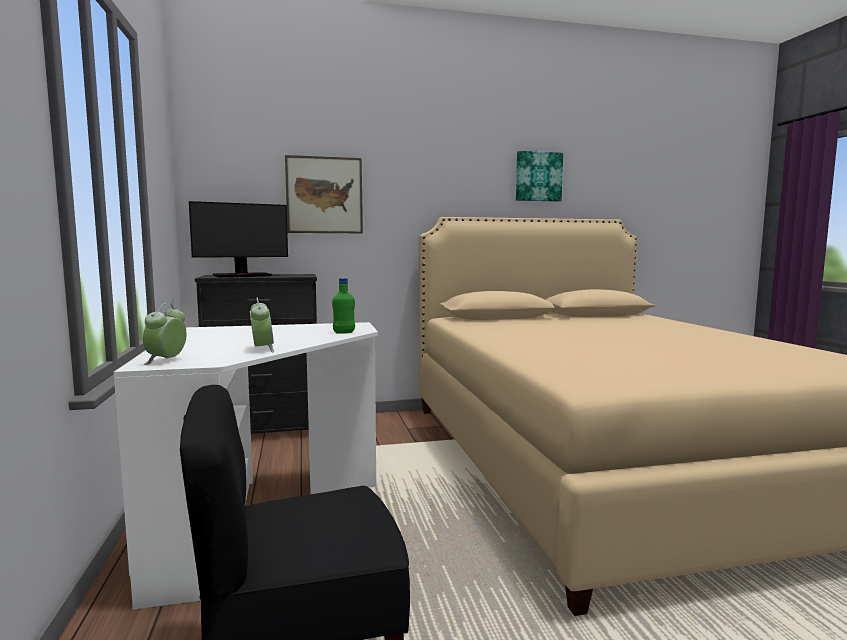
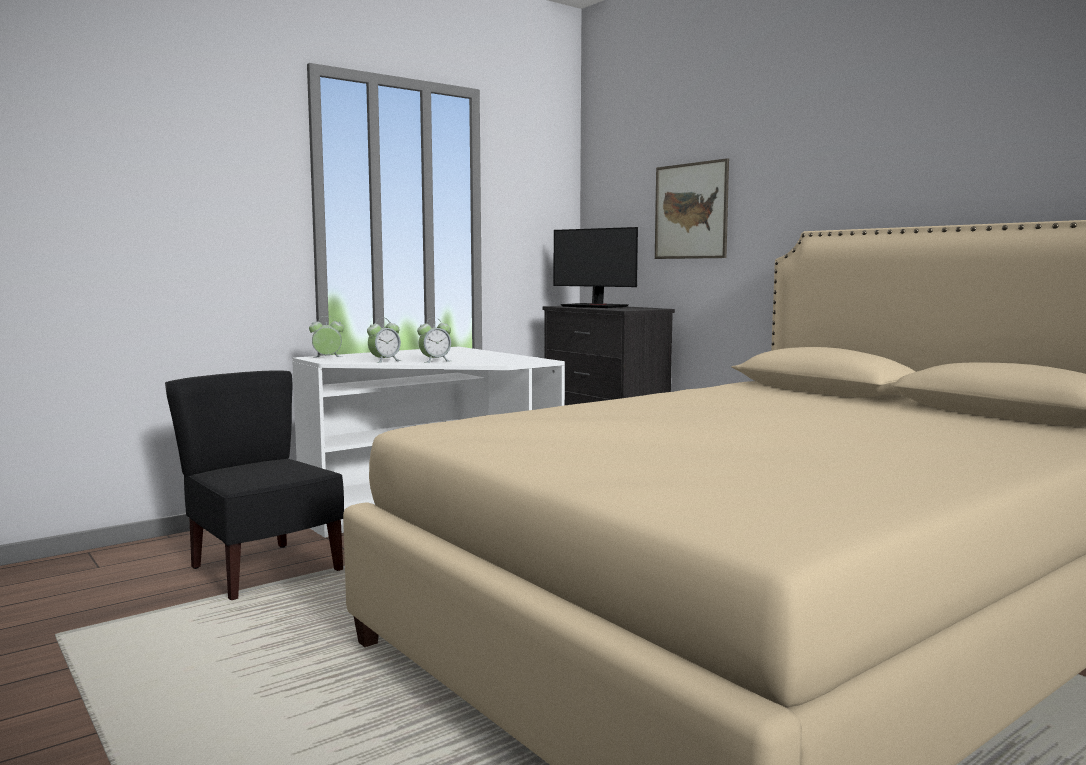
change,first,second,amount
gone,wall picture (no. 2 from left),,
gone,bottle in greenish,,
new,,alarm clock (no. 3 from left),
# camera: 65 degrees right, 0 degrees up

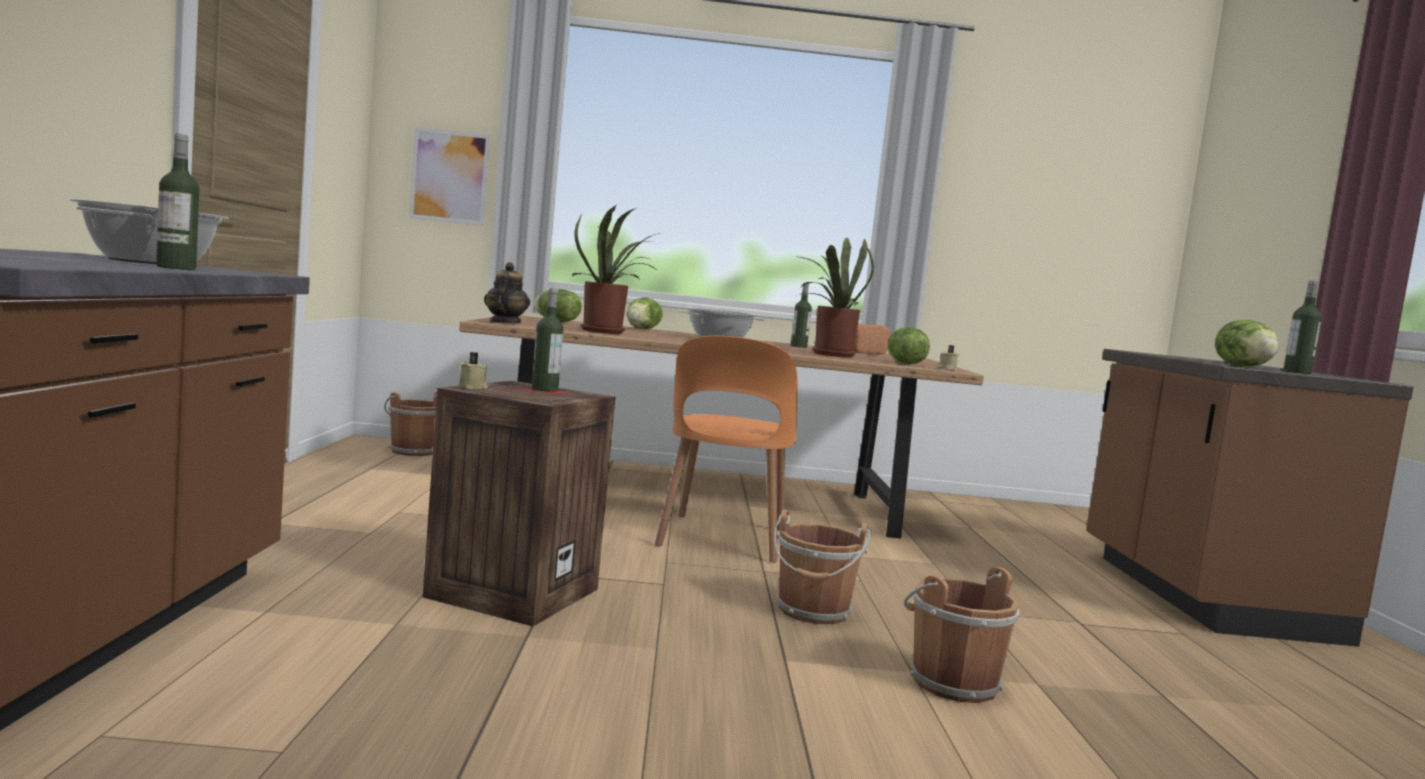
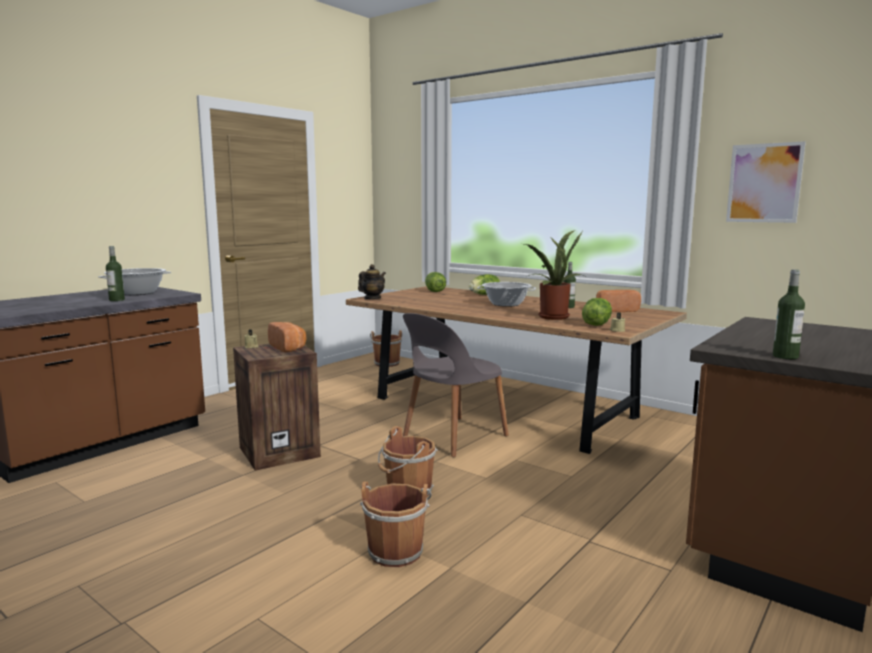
change,first,second,amount
shifted,wall picture,,
gone,potted plant (no. 1 from left),,
swapped,bottle (no. 2 from left),bakery bread (no. 1 from left),
gone,lettuce (no. 4 from left),,
repainted,upright chair in orange-coloured,upright chair in greyish,
# camera: 40 degrees right, 5 degrees up

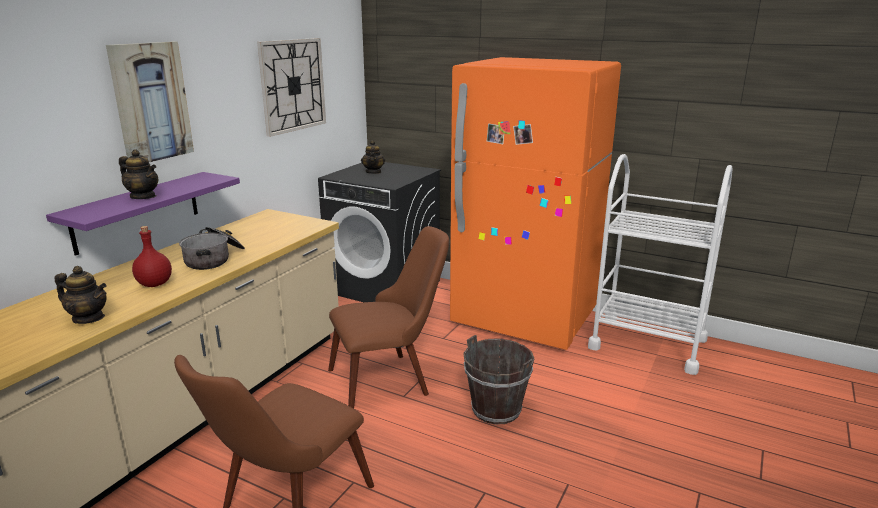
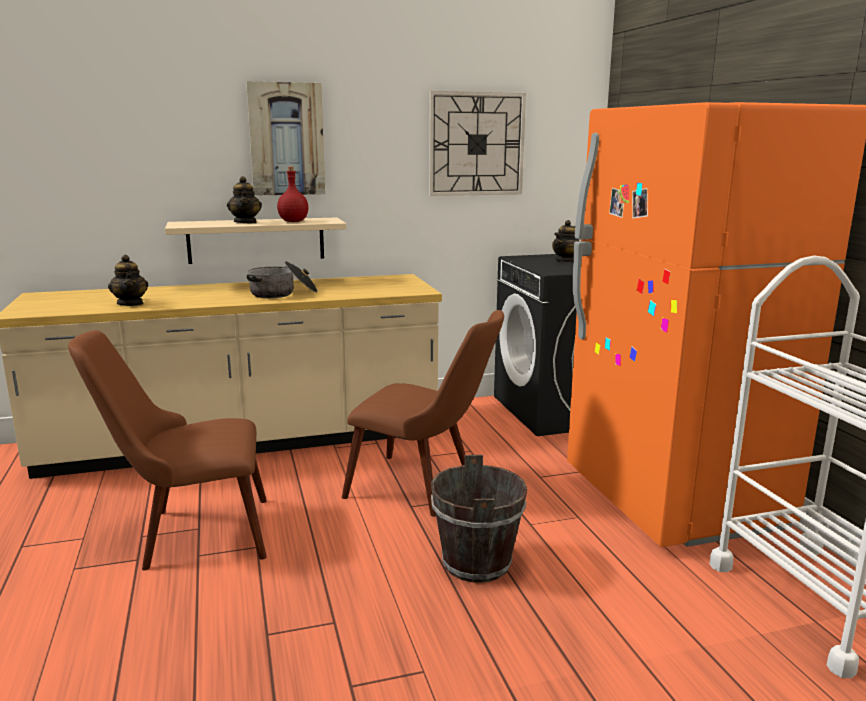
change,first,second,amount
repainted,bracket shelf in purple-coloured,bracket shelf in beige,
shifted,bottle in reddish,,
# camera: 45 degrees right, 5 degrees down

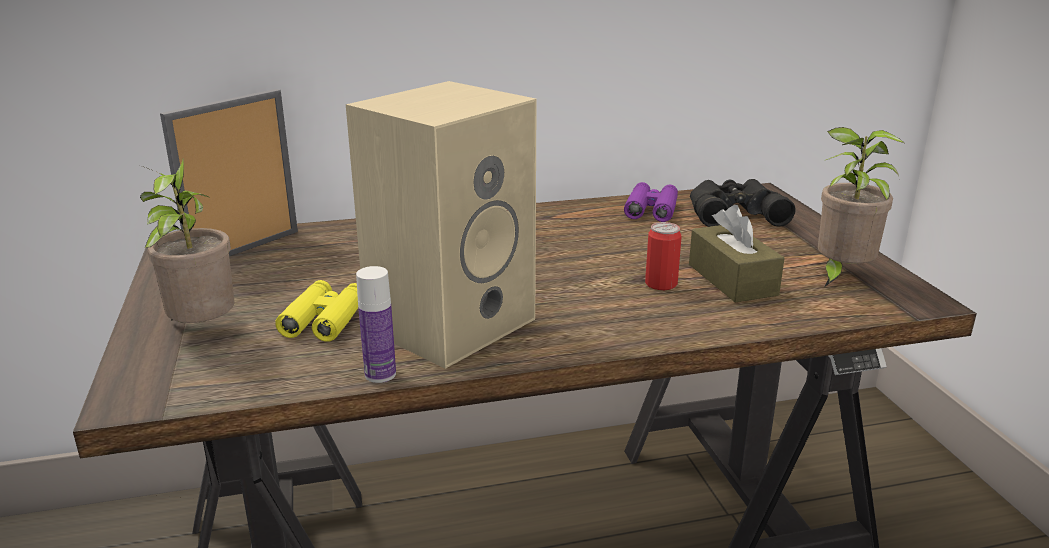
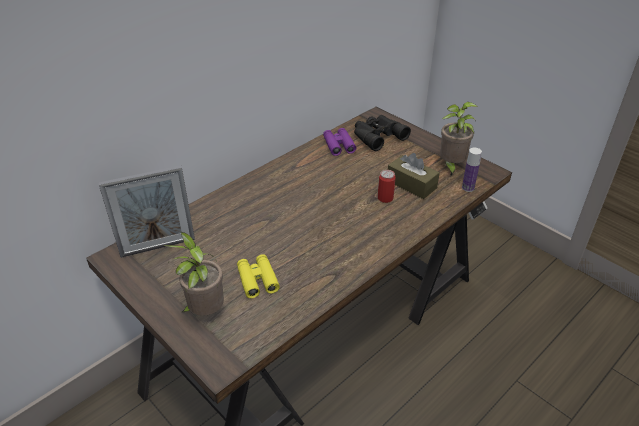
change,first,second,amount
gone,audio speaker in beige,,
rotated,photo frame,,120 degrees counterclockwise
shifted,bottle,,
# camera: 30 degrees left, 15 degrees up

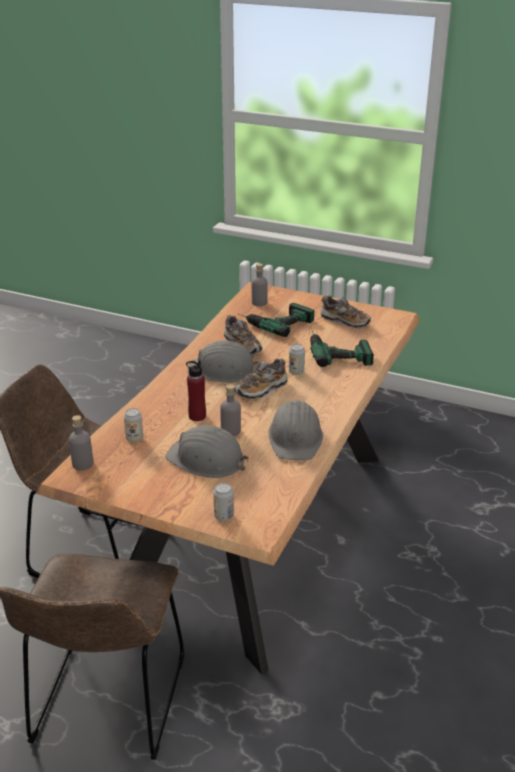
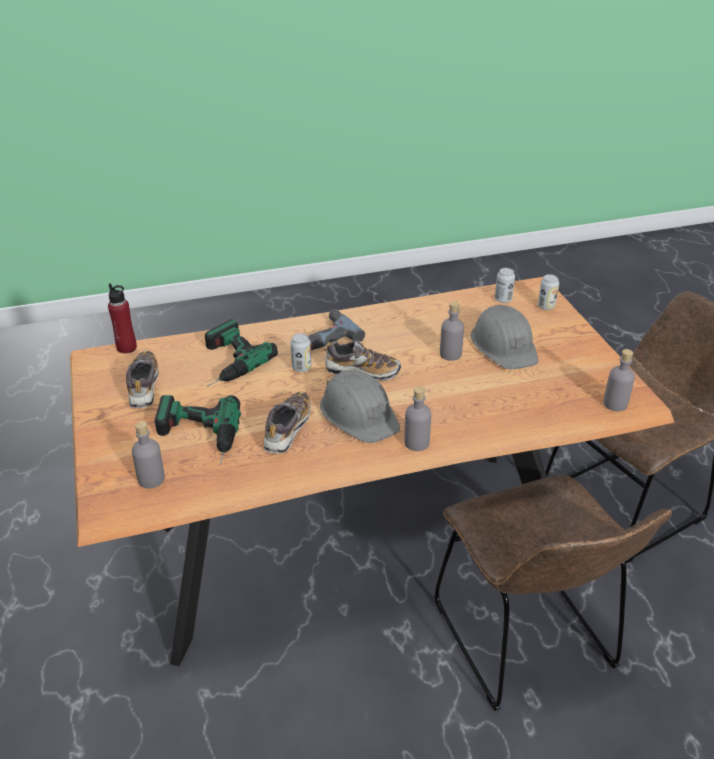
change,first,second,amount
shifted,bottle in reddish,,
gone,hard hat in greyish (no. 3 from left),,
shifted,metal can (no. 1 from left in the first image),metal can (no. 2 from left),
new,,drill (no. 3 from left),
new,,bottle in greyish (no. 2 from left),
# camera: 130 degrees left, 5 degrees up

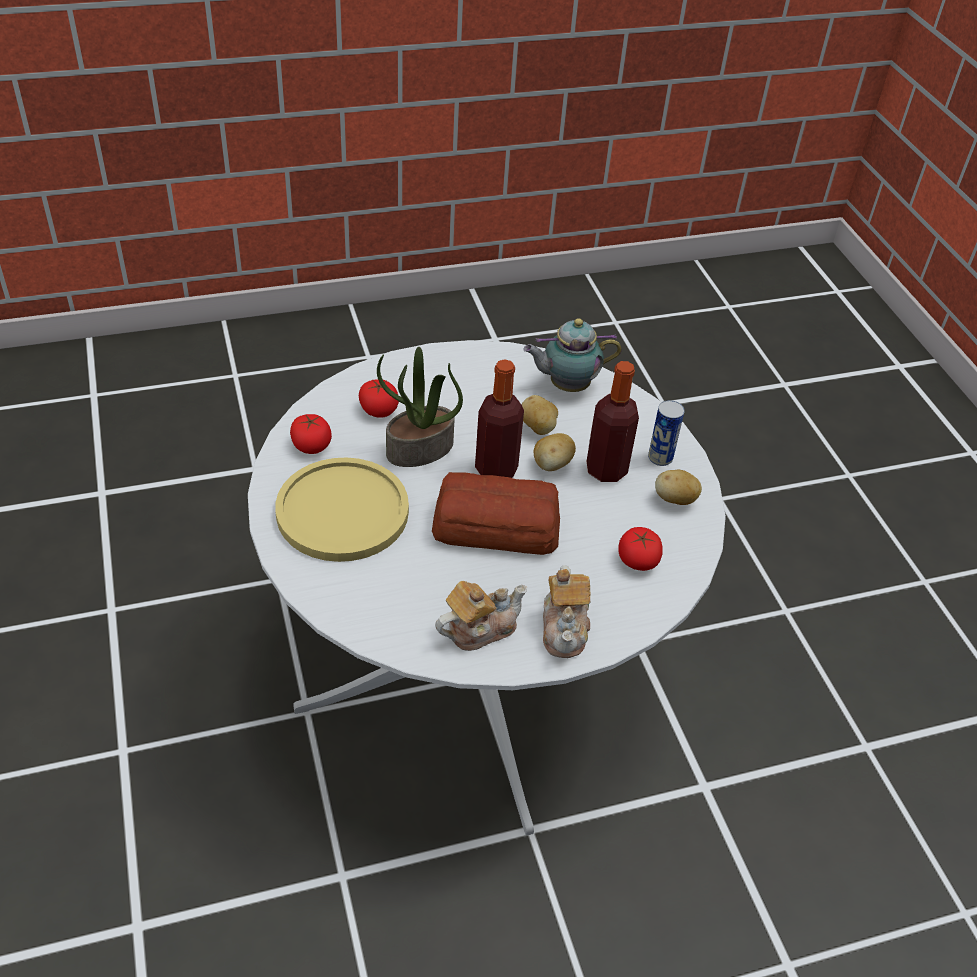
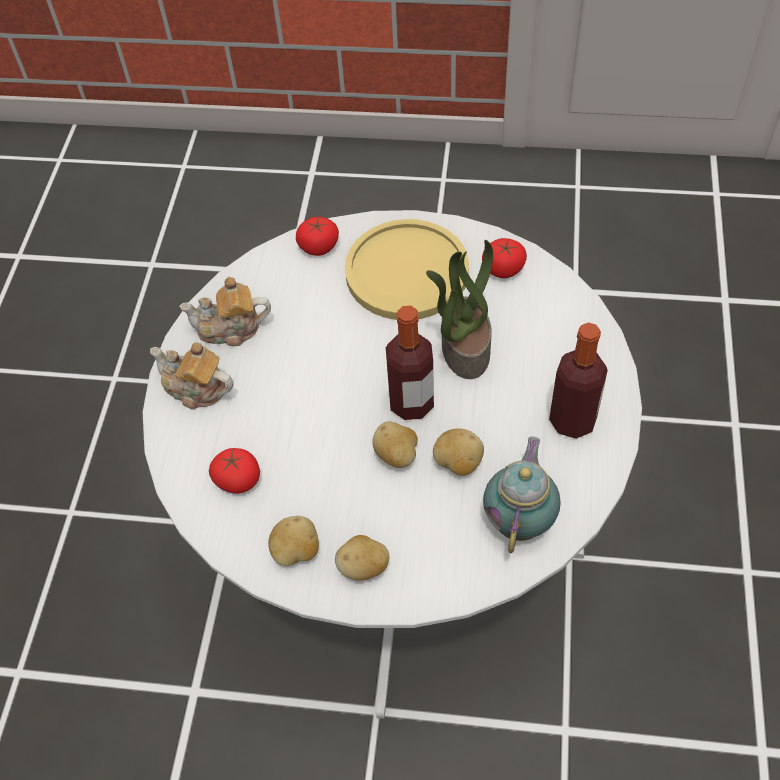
change,first,second,amount
shifted,bottle (no. 2 from left),,
shifted,whole tomato (no. 2 from left),,
swapped,metal can,whole potato (no. 2 from left),
gone,bakery bread,,
rotated,pot for tea (no. 1 from left in the first image),pot for tea (no. 2 from left),90 degrees clockwise
# camera: 120 degrees right, 10 degrees up

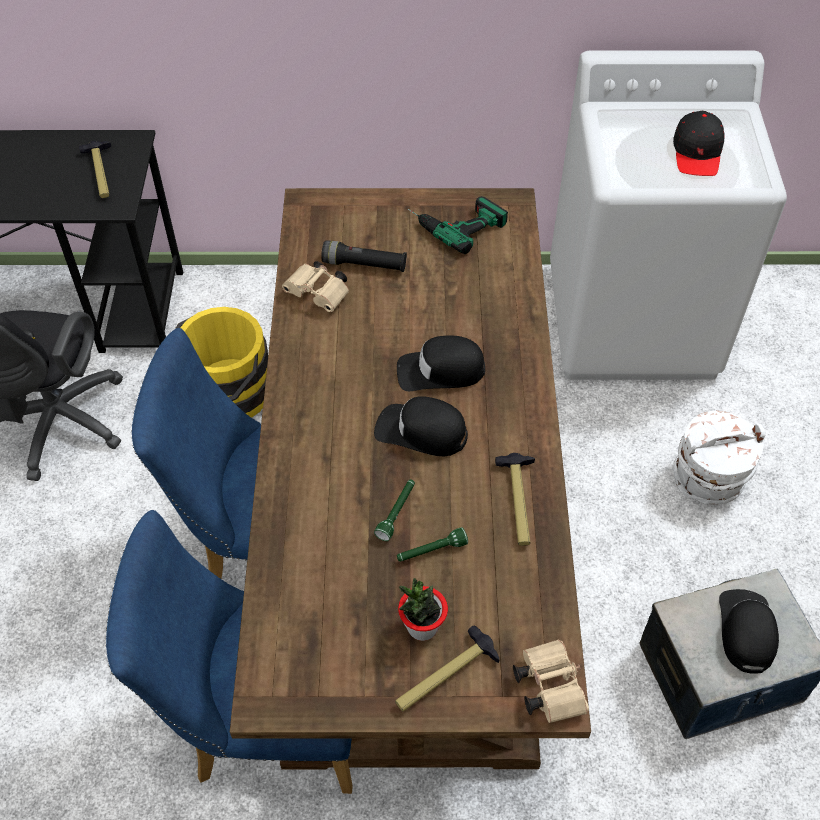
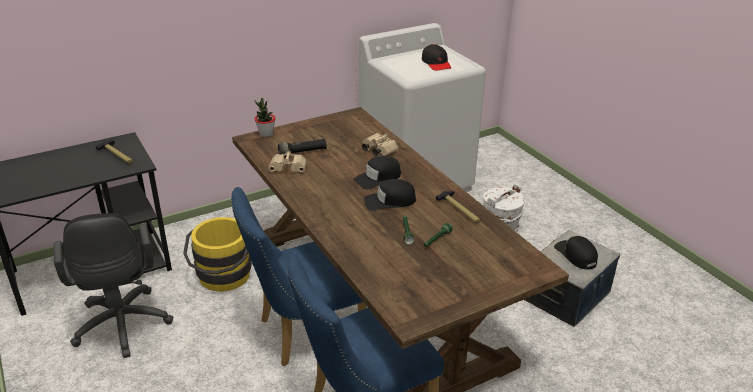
change,first,second,amount
gone,drill,,
shifted,potted plant,,
gone,hand hammer (no. 2 from left),,
shifted,field glasses in beige (no. 2 from left),,
# camera: 30 degrees left, 20 degrees down

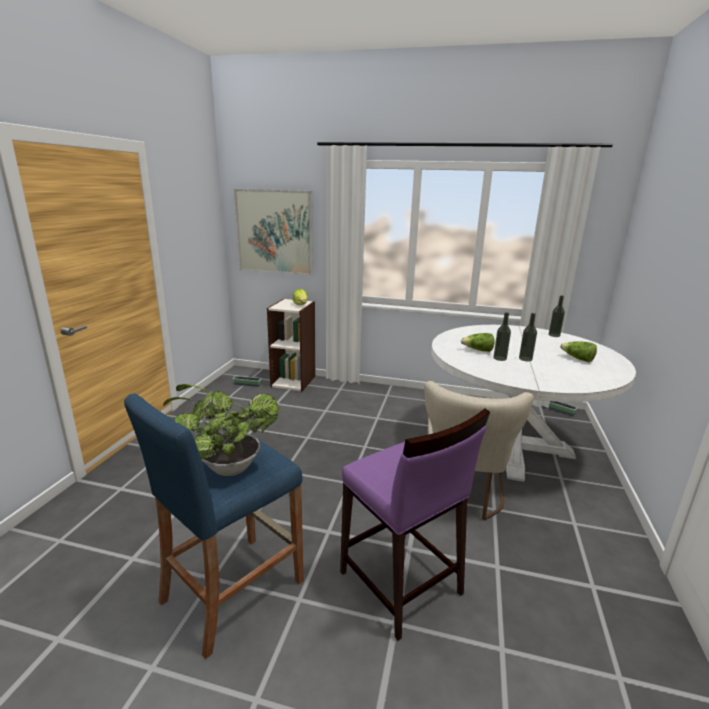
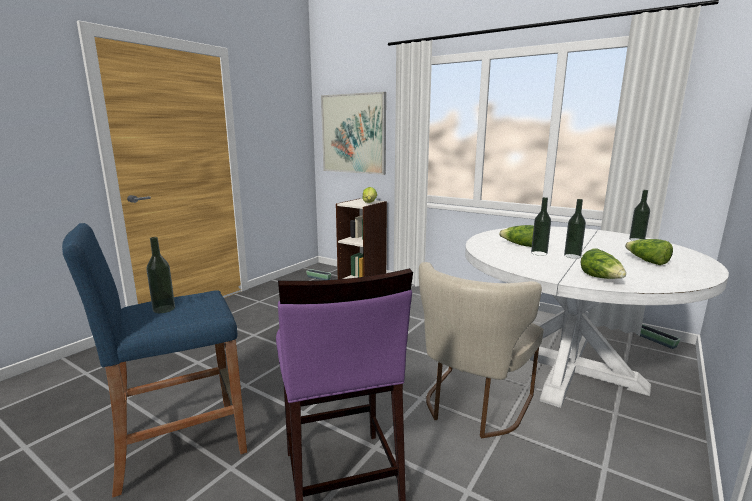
change,first,second,amount
swapped,potted plant,bottle (no. 1 from left),
new,,lettuce (no. 3 from left),
# camera: 20 degrees right, 5 degrees down

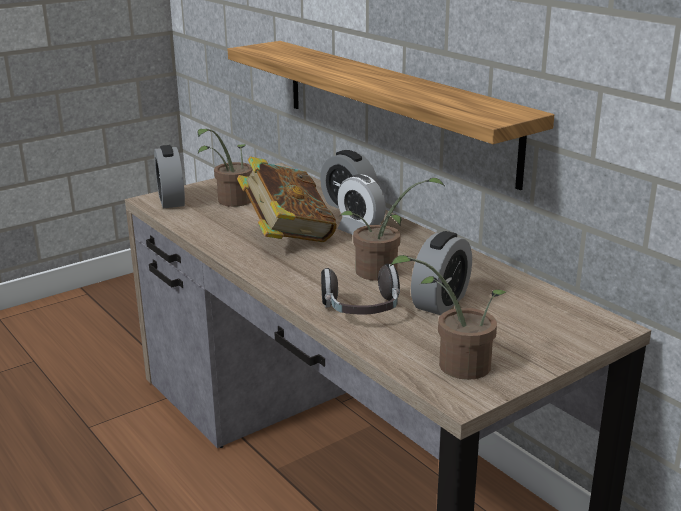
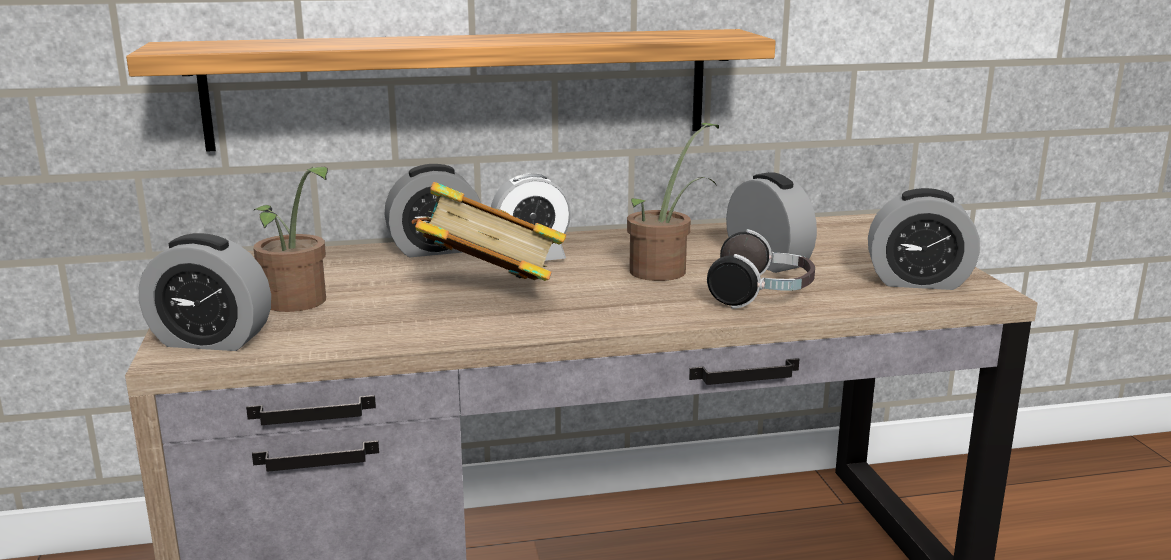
change,first,second,amount
swapped,potted plant (no. 3 from left),alarm clock (no. 5 from left),
# camera: 65 degrees left, 5 degrees down

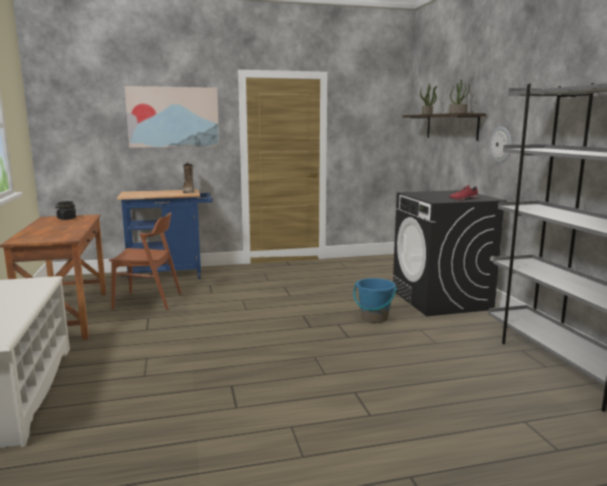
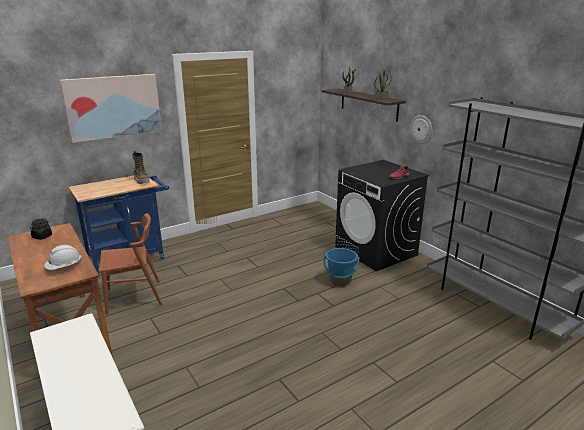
change,first,second,amount
new,,hard hat in whitish,
# camera: 20 degrees left, 10 degrees up

